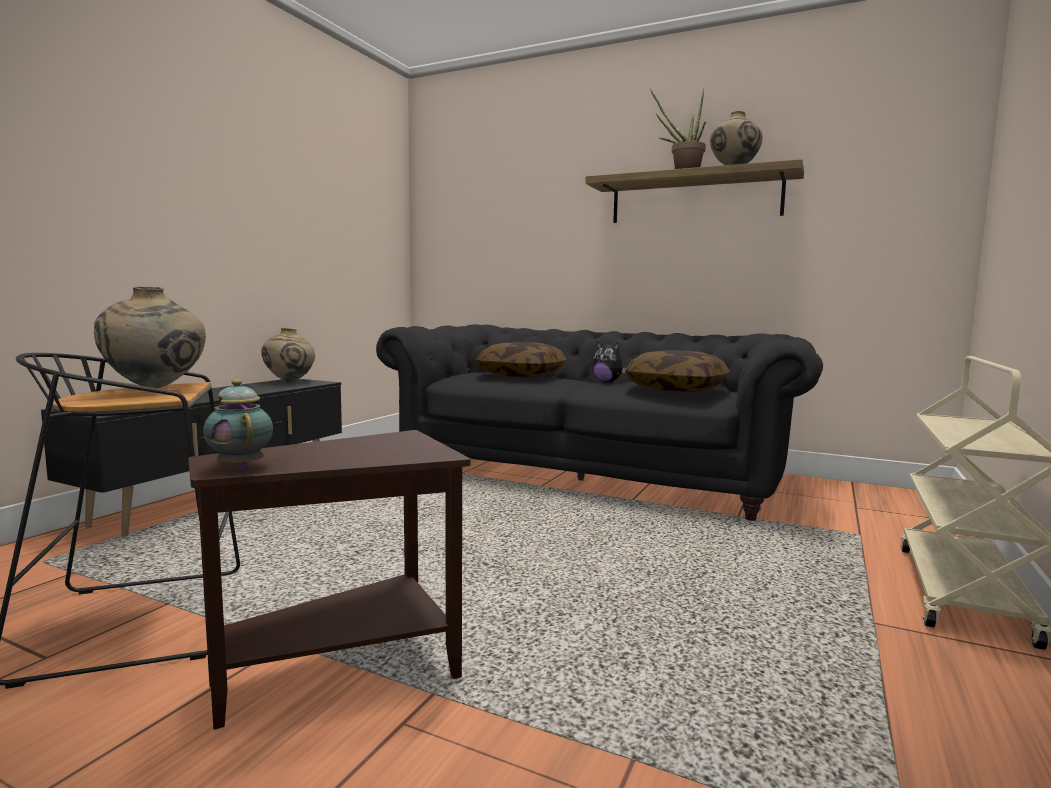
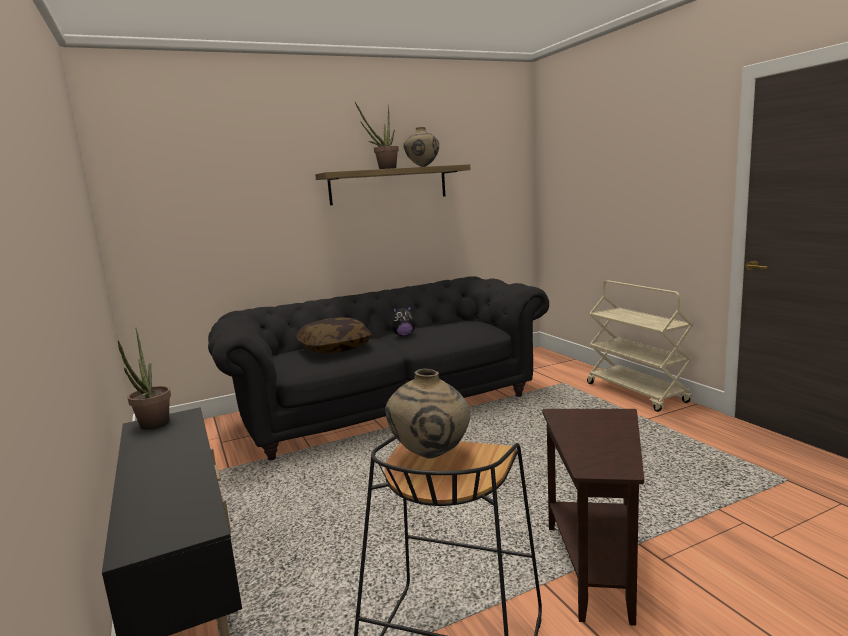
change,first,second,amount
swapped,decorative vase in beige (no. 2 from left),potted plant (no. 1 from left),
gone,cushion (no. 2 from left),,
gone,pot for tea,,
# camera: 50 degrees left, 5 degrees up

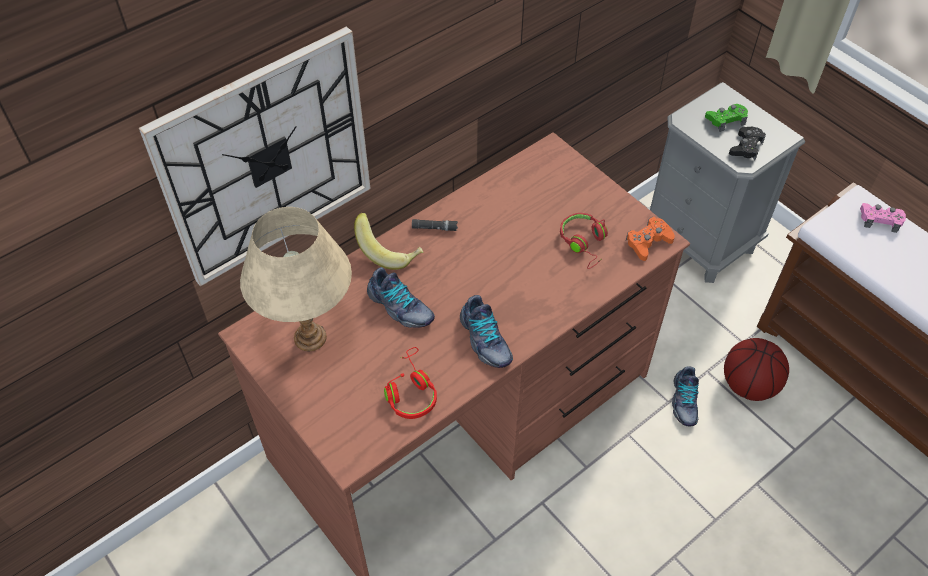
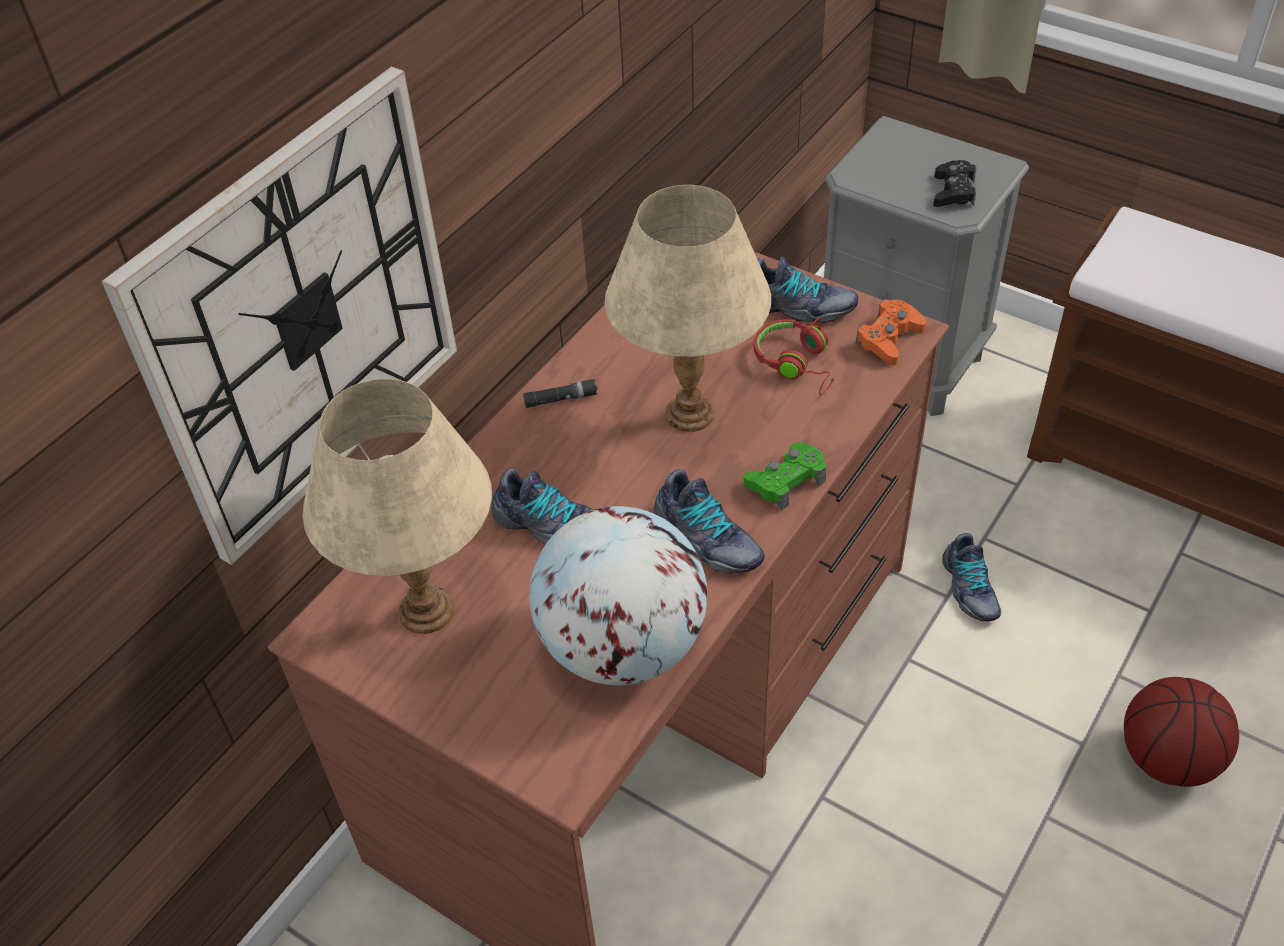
change,first,second,amount
shifted,joypad in greenish,,
gone,joypad in pink-coloured,,
gone,banana fruit,,
shifted,ball for basketball,,
swapped,pair of headphones in reddish (no. 1 from left),globe,
new,,tabletop lamp in beige (no. 2 from left),
new,,low shoe (no. 3 from left),
# camera: 15 degrees left, 5 degrees down

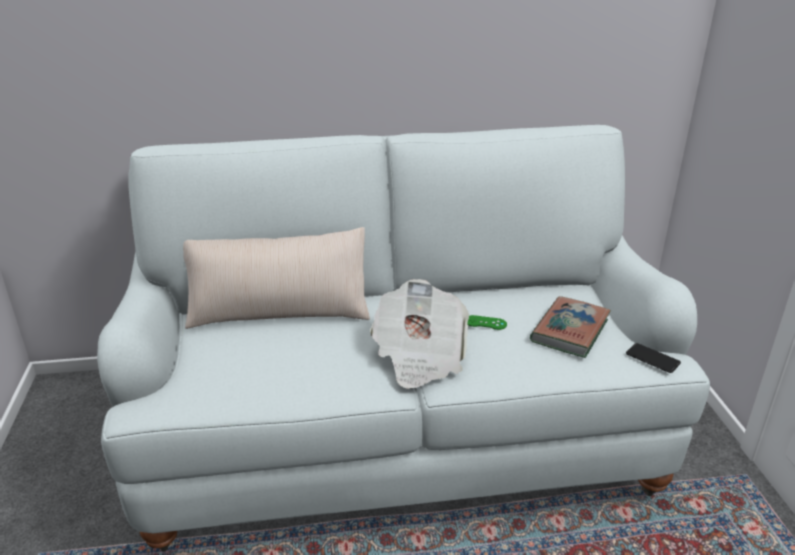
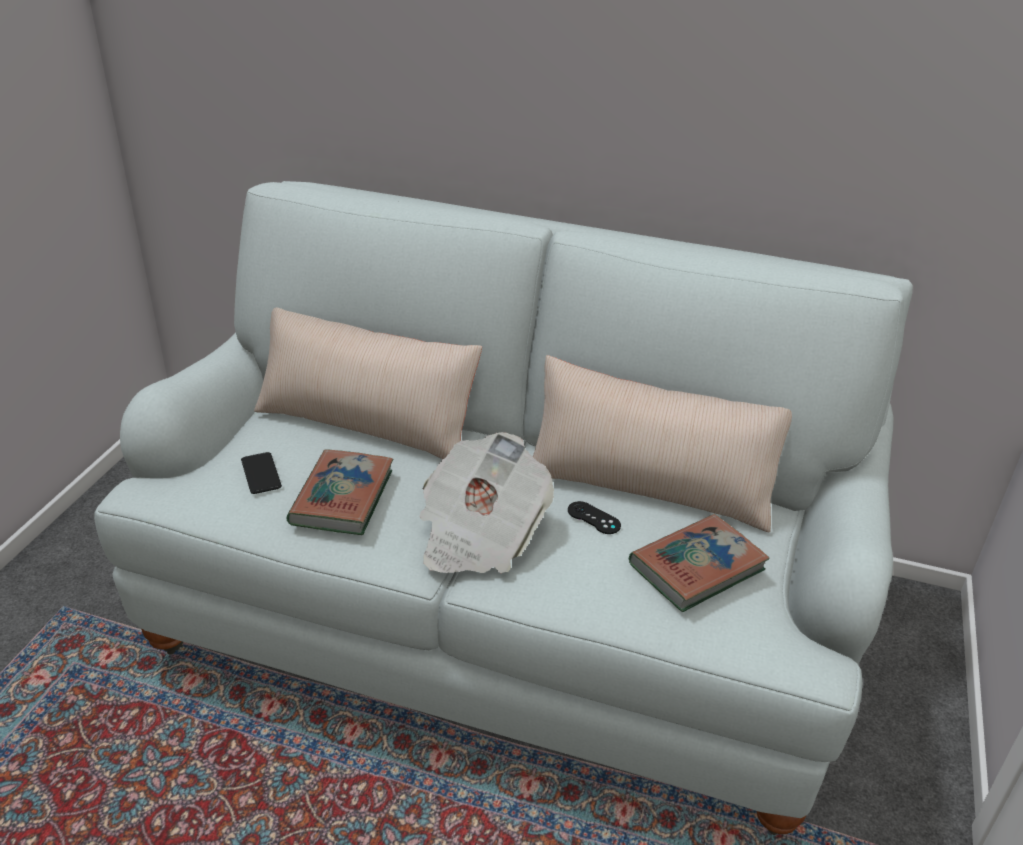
change,first,second,amount
repainted,joypad in greenish,joypad in black-coloured,
shifted,handset,,
new,,cushion in beige (no. 2 from left),
new,,bound book (no. 1 from left),
# camera: 25 degrees right, 5 degrees up

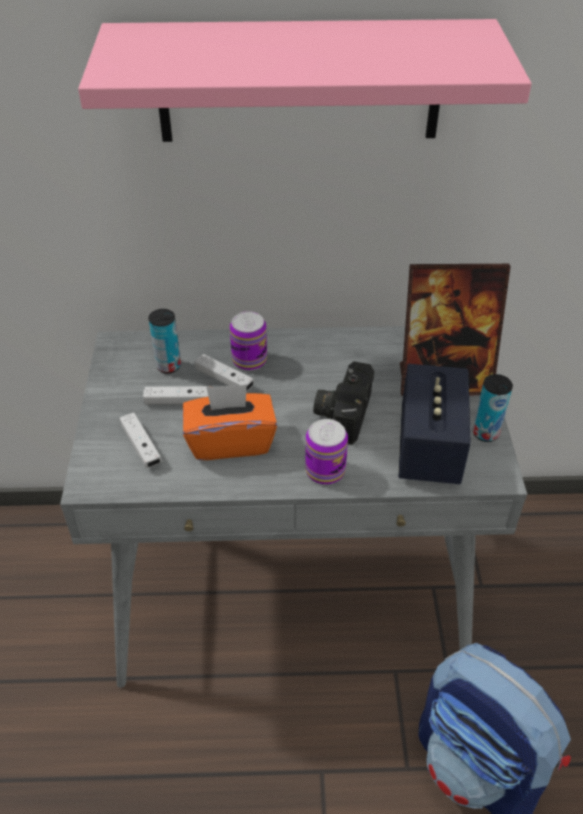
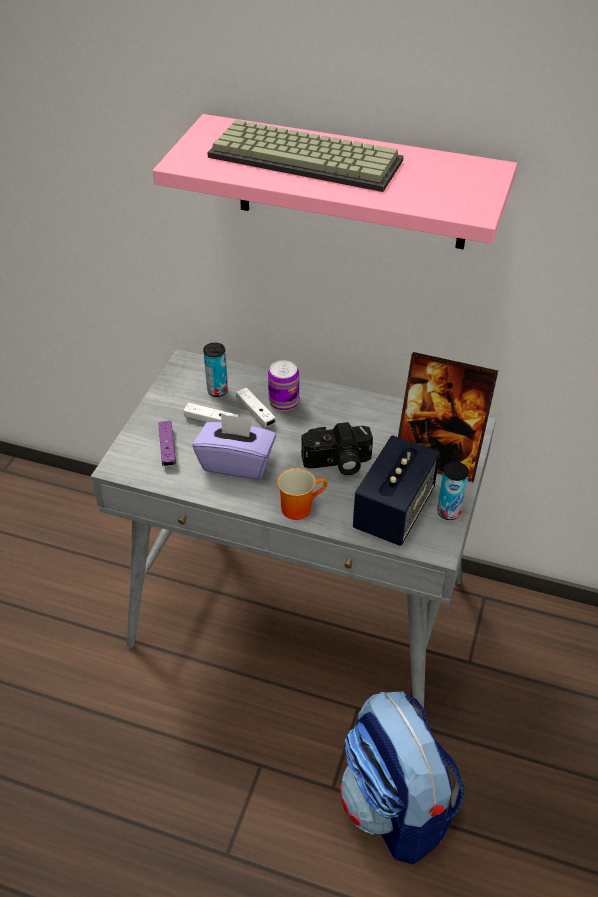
change,first,second,amount
rotated,photo camera,,135 degrees counterclockwise
repainted,tissue holder in orange-coloured,tissue holder in purple-coloured,
repainted,joypad in whitish (no. 1 from left),joypad in purple-coloured,
swapped,metal can (no. 3 from left),coffee mug,
new,,computer keyboard,
# camera: 20 degrees right, 0 degrees up

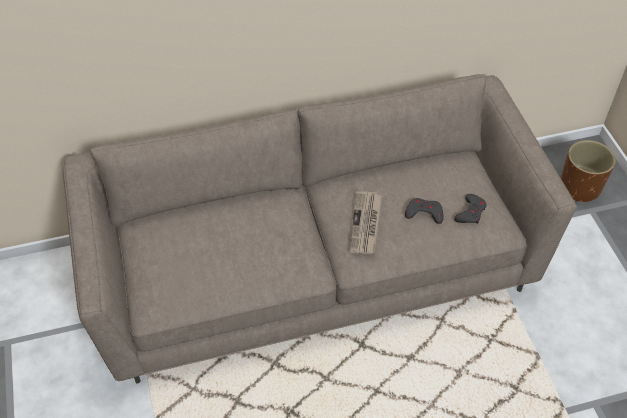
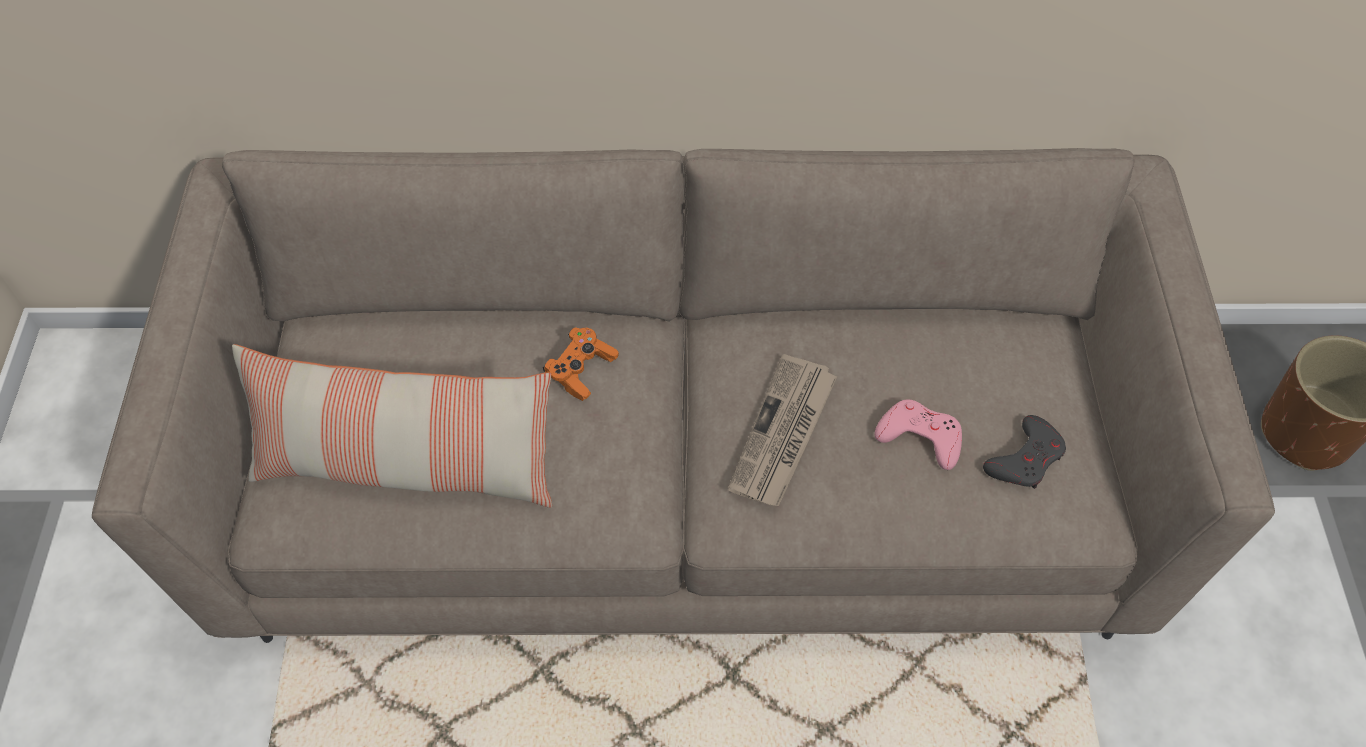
change,first,second,amount
repainted,joypad in greyish (no. 1 from left),joypad in pink-coloured,
new,,joypad in orange-coloured,
new,,cushion,
# camera: 15 degrees right, 5 degrees up

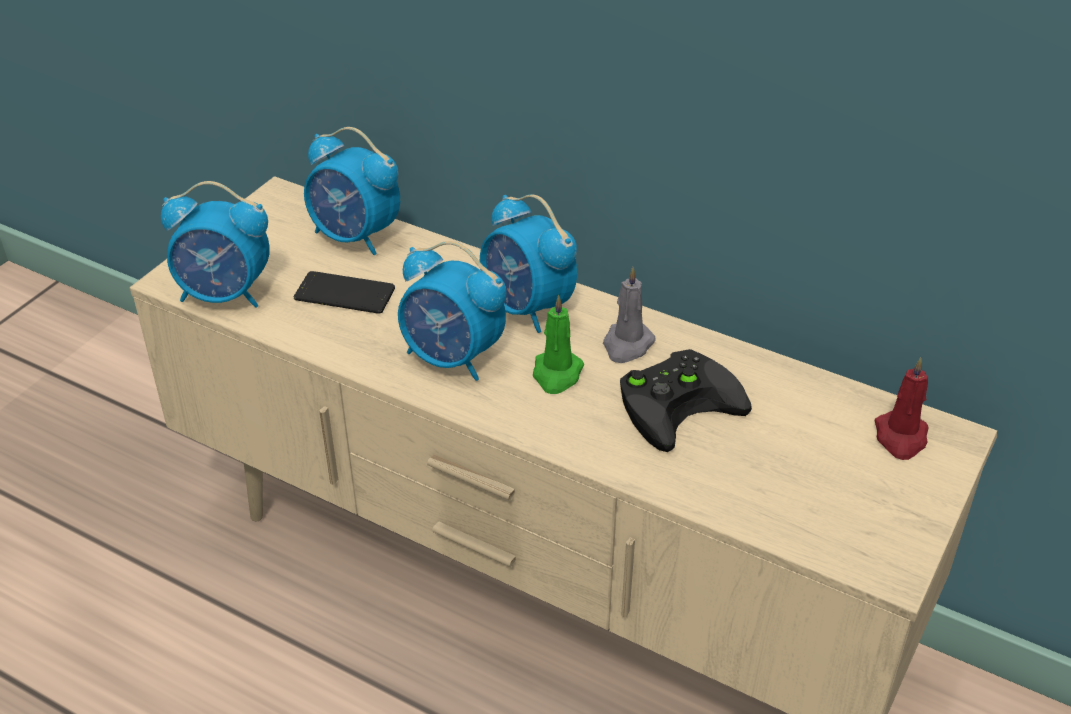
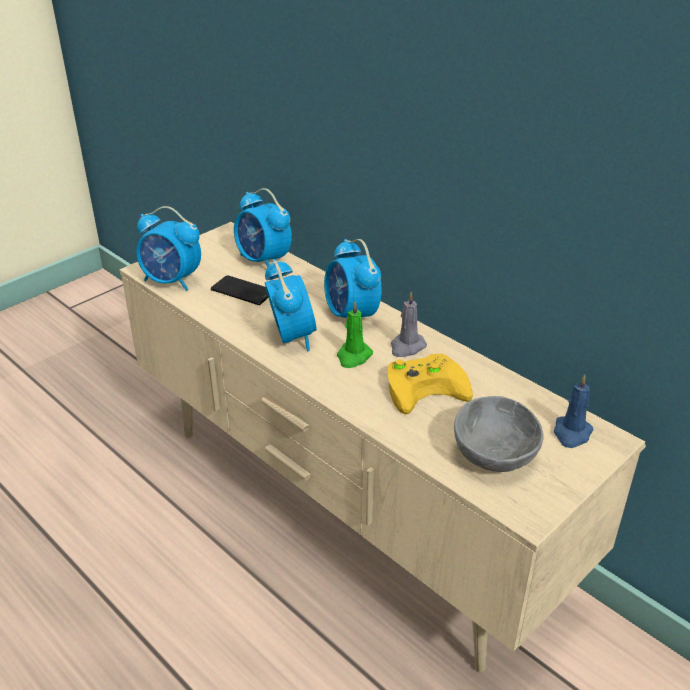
change,first,second,amount
rotated,alarm clock (no. 3 from left),,150 degrees counterclockwise
repainted,joypad in black-coloured,joypad in yellowish,
repainted,wax light in reddish,wax light in blue,
new,,serving bowl in greyish,
# camera: 15 degrees right, 5 degrees down

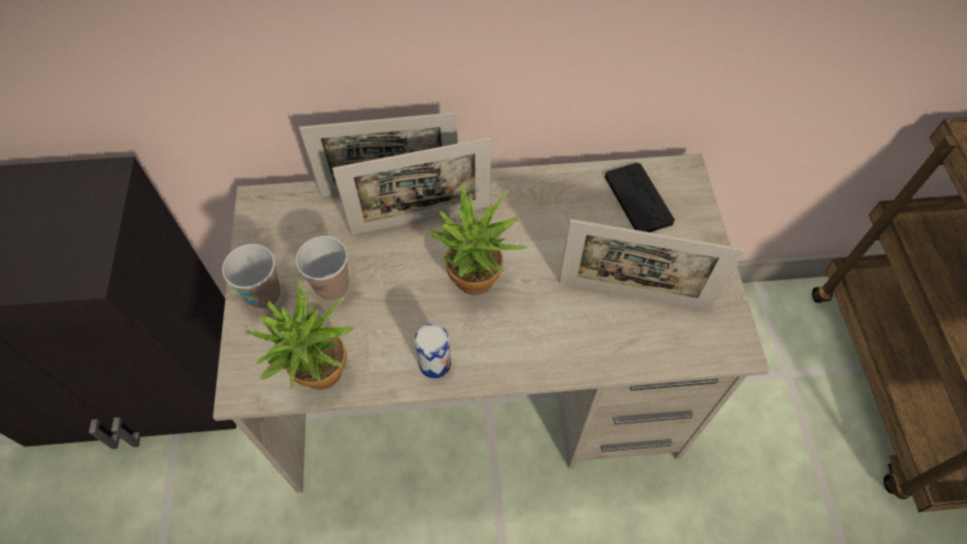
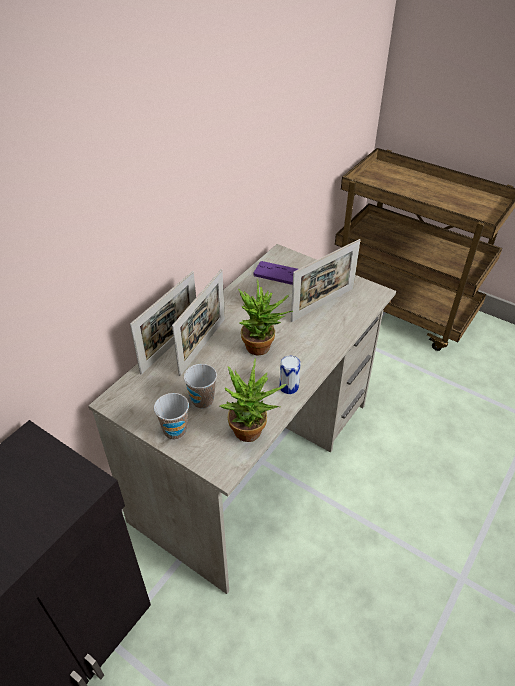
change,first,second,amount
repainted,joypad in black-coloured,joypad in purple-coloured,
# camera: 50 degrees left, 15 degrees down

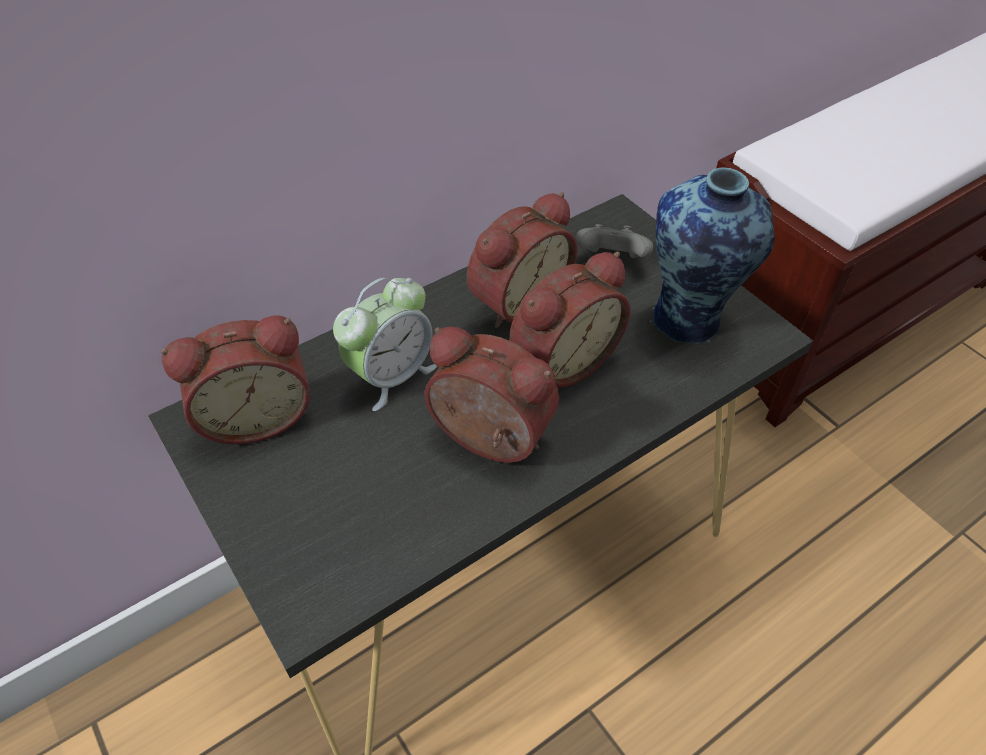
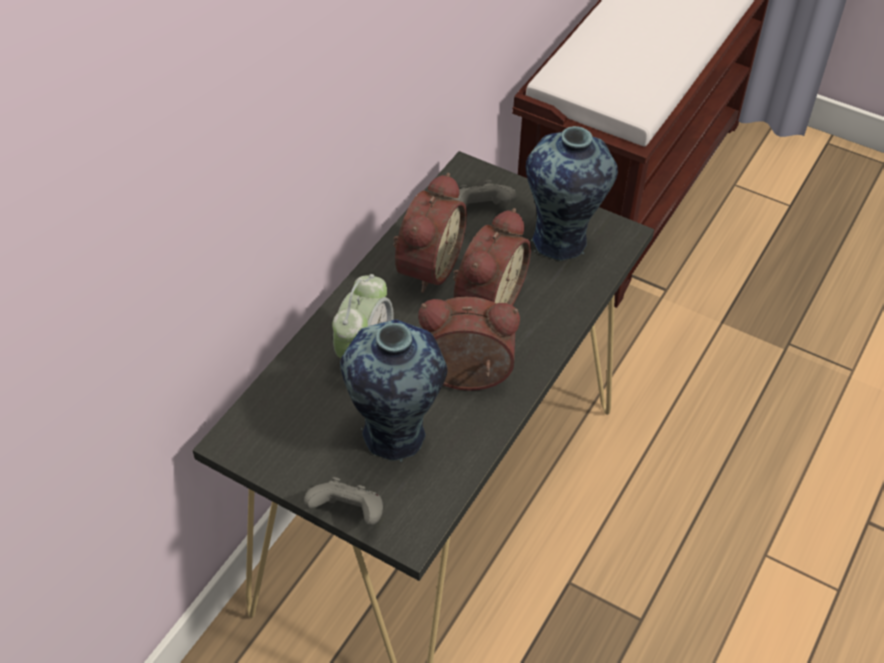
change,first,second,amount
gone,alarm clock (no. 1 from left),,
new,,decorative vase (no. 1 from left),
new,,joypad in greyish (no. 1 from left),
# camera: 25 degrees left, 0 degrees up

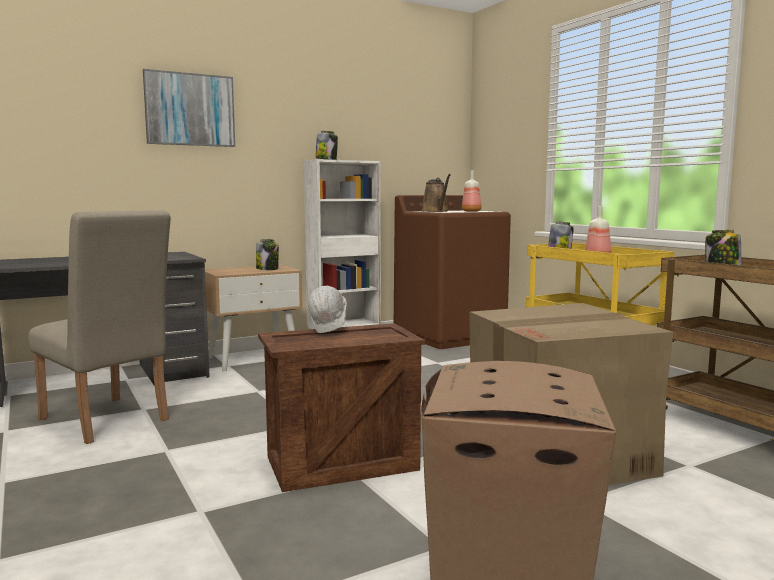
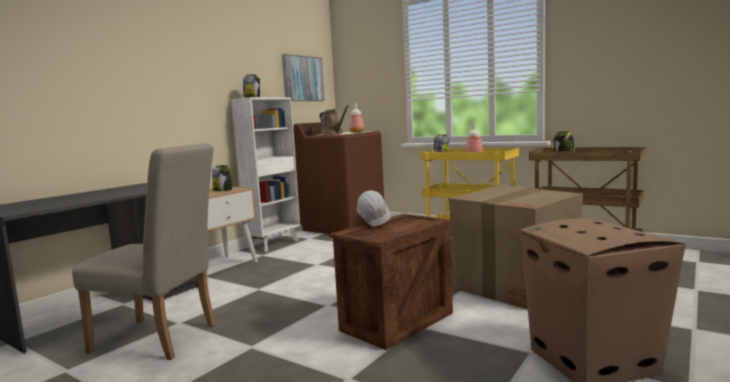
change,first,second,amount
shifted,wall picture,,
# camera: 25 degrees left, 0 degrees up

